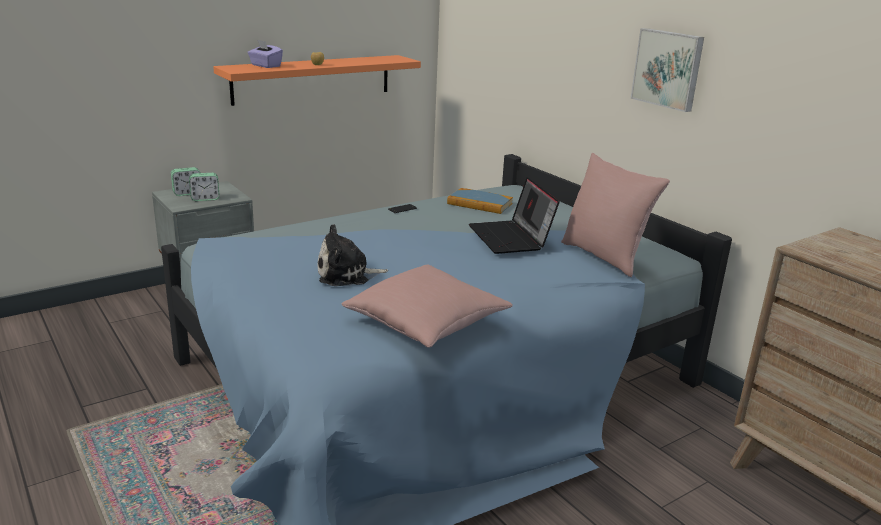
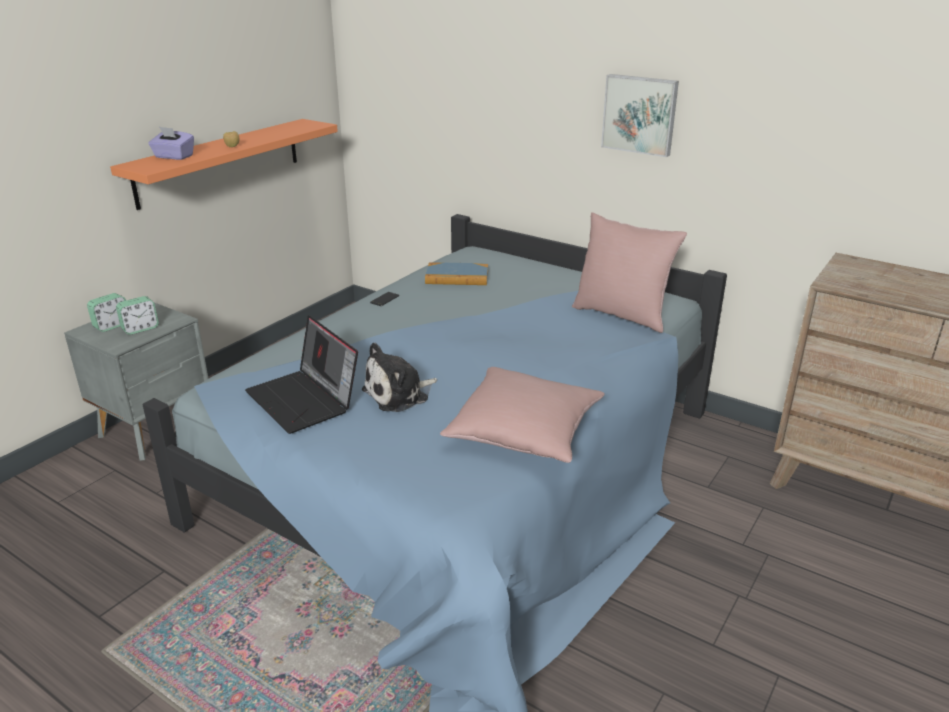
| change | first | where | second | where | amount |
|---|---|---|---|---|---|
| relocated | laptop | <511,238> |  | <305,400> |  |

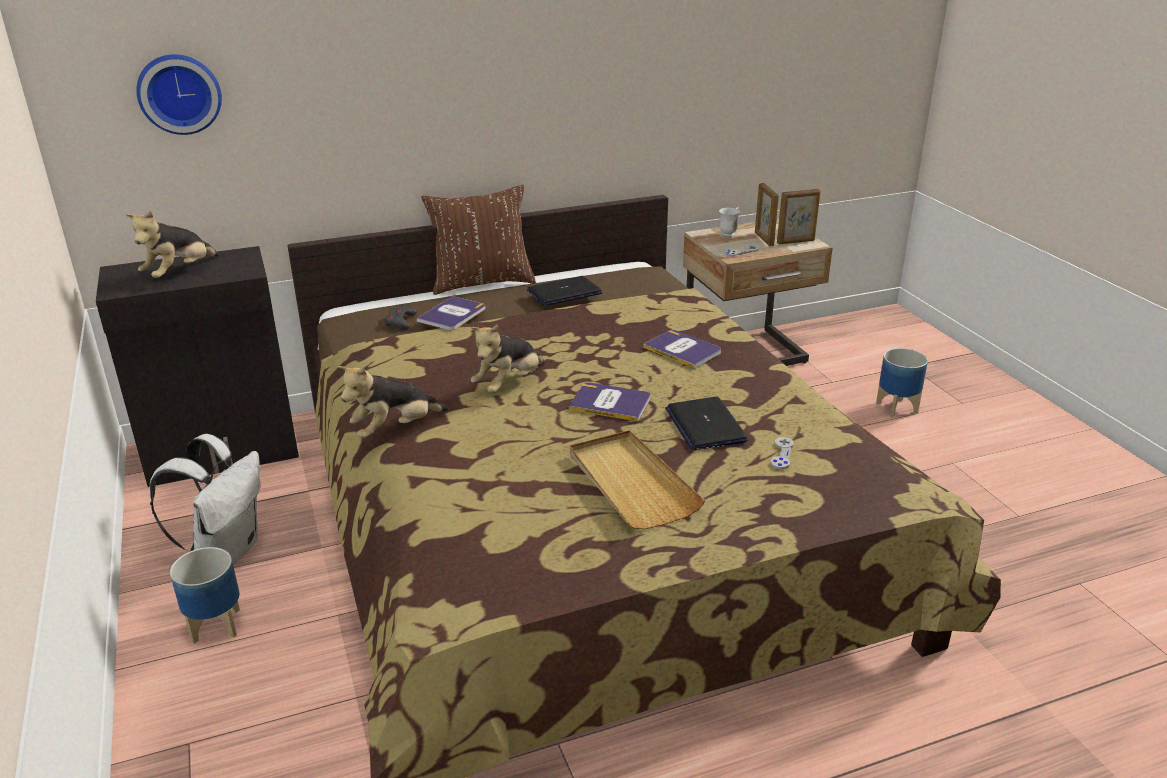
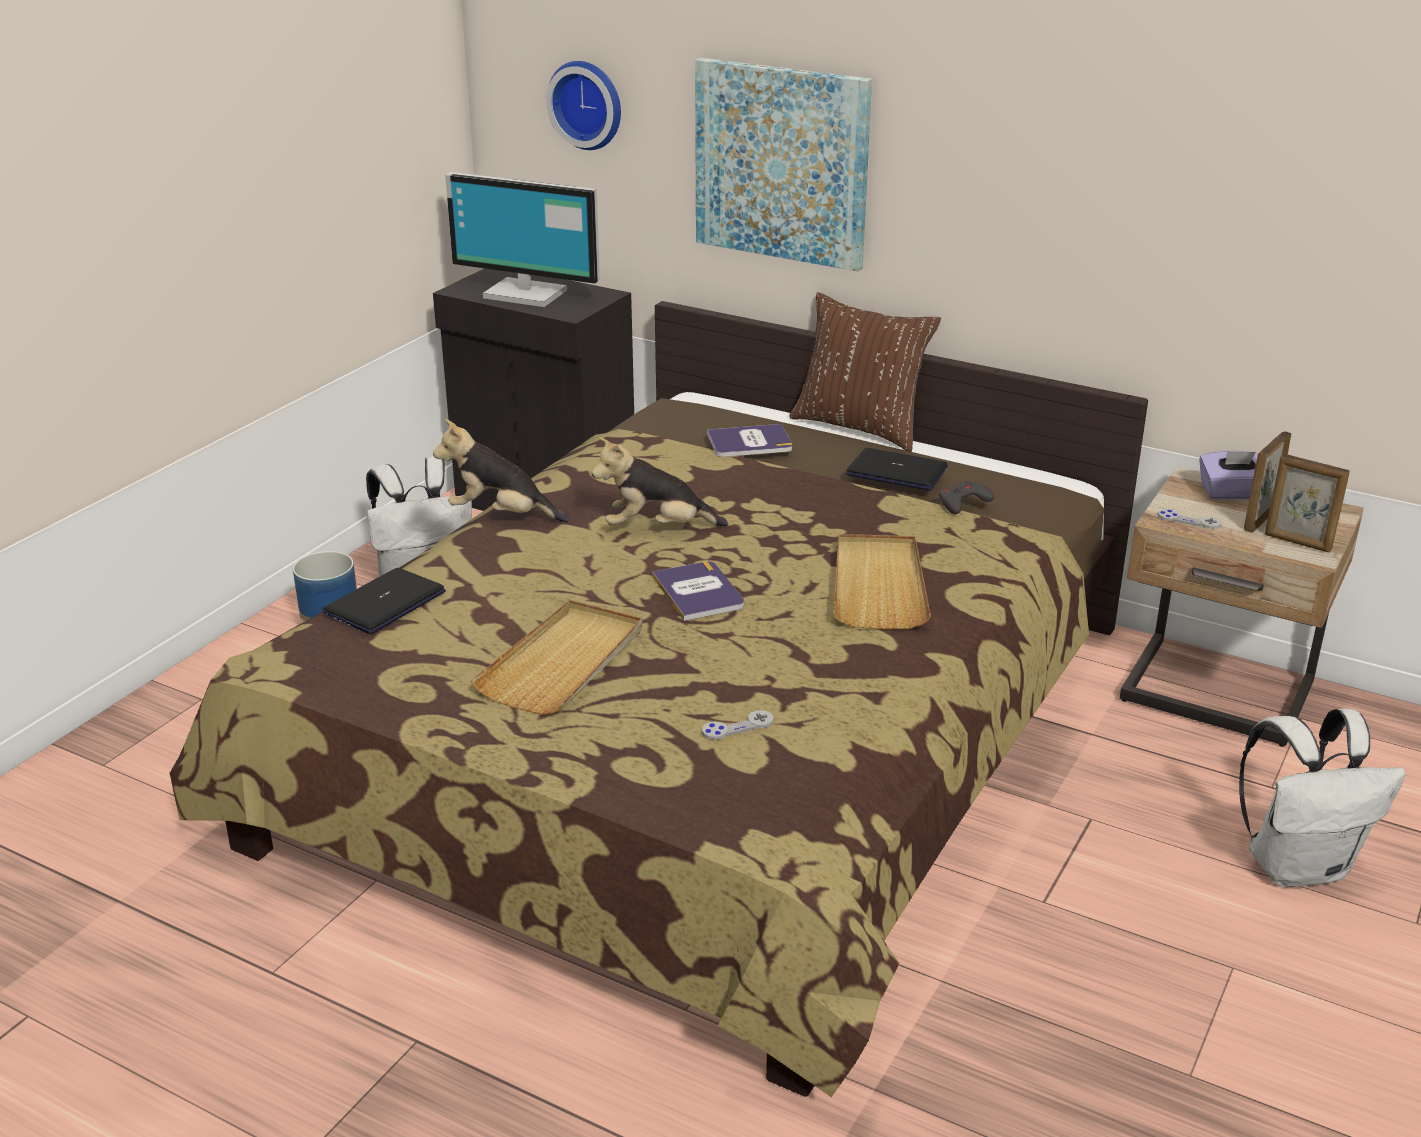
| change | first | where | second | where | amount |
|---|---|---|---|---|---|
| exchanged | white-coloured mug | <730,233> | purplish tissue box | <1231,493> |  |
| exchanged | soft toy | <179,273> | monitor | <527,293> |  |
| relocated | gray game controller | <400,321> |  | <963,502> |  |
| exchanged | volume | <683,350> | beige-coloured serving tray | <878,586> |  |
| exchanged | plant pot | <896,407> | white-coloured backpack | <1299,866> |  |
| relocated | laptop | <705,425> |  | <384,603> |  |
| appeared |  |  | picture | <782,163> |  |

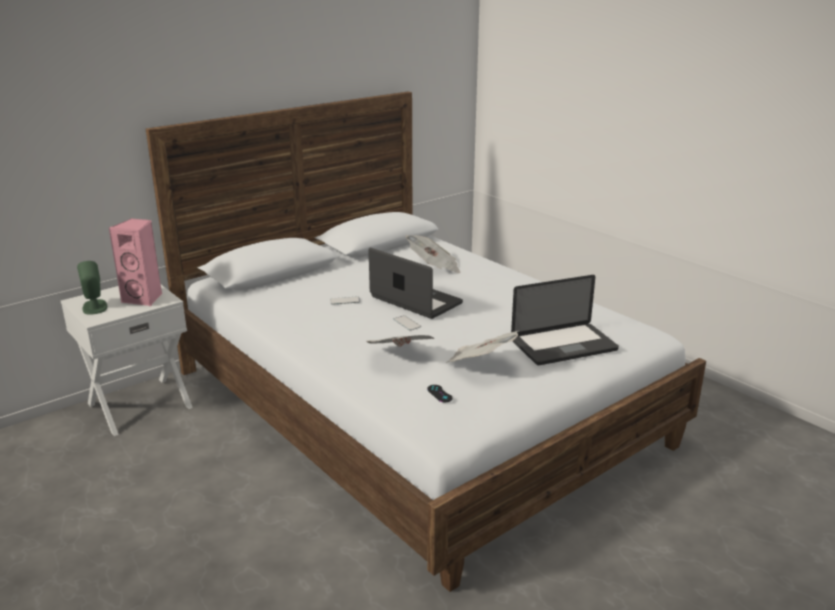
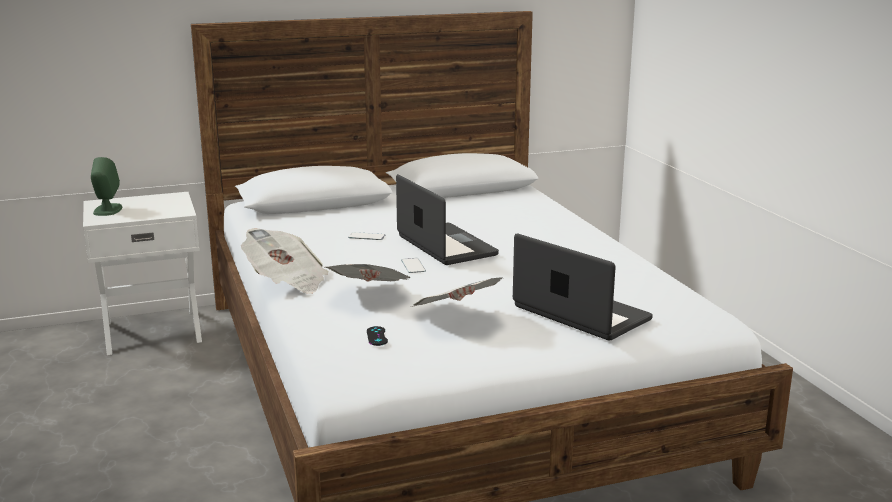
| change | first | where | second | where | amount |
|---|---|---|---|---|---|
| missing | pinkish loudspeaker | <144,298> |  |  |  |
| relocated | daily paper | <434,268> |  | <287,281> |  |
| spun | laptop | <564,346> |  | <581,313> | 135 degrees counterclockwise |

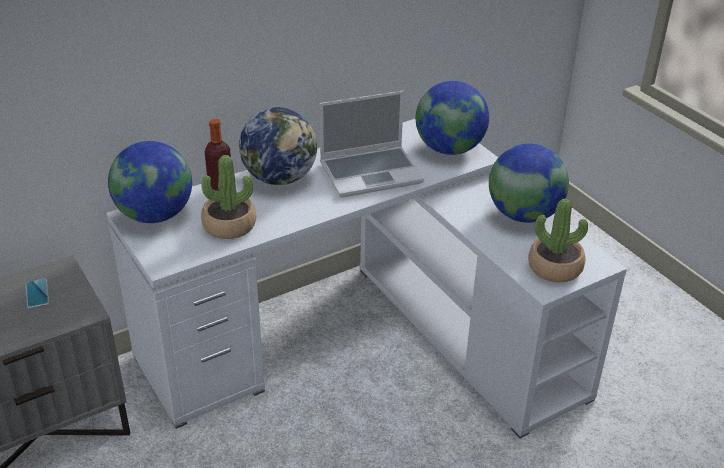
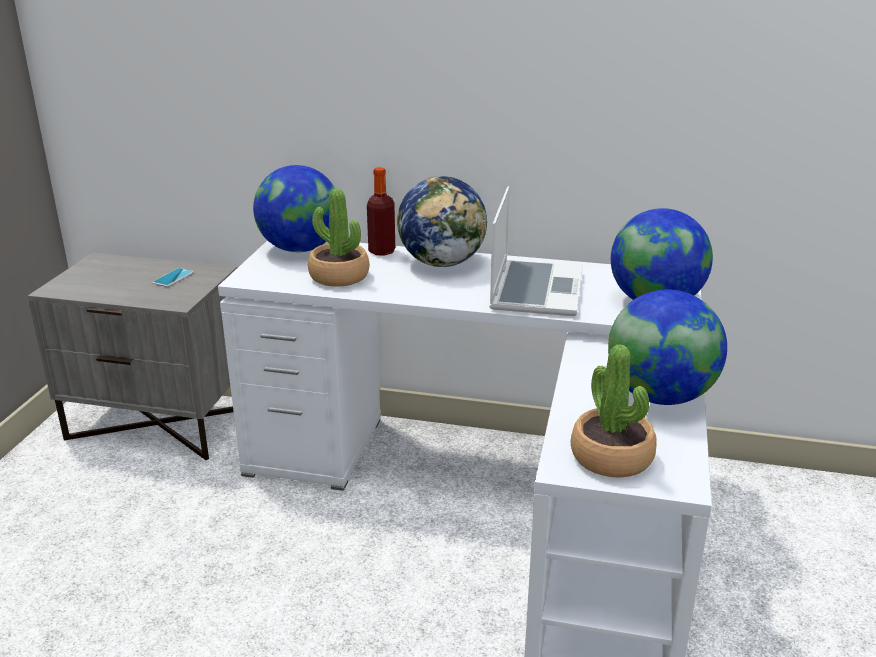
| change | first | where | second | where | amount |
|---|---|---|---|---|---|
| spun | laptop | <371,172> |  | <535,290> | 105 degrees counterclockwise |

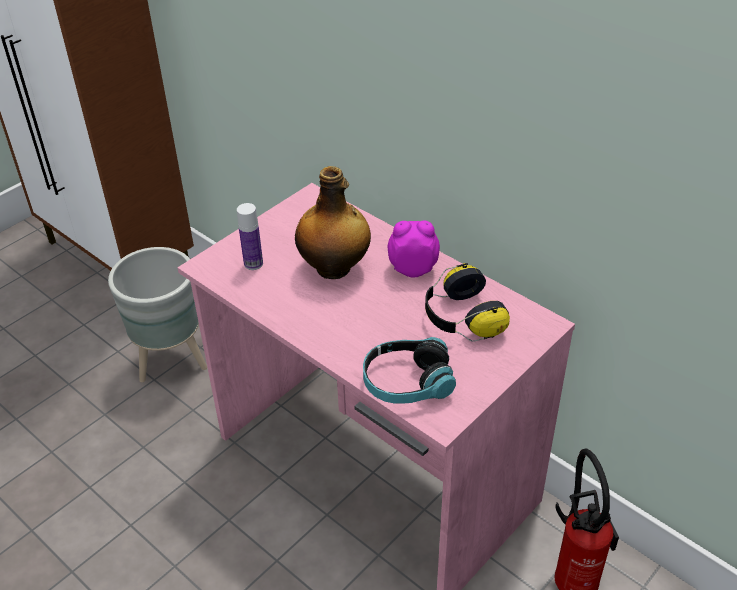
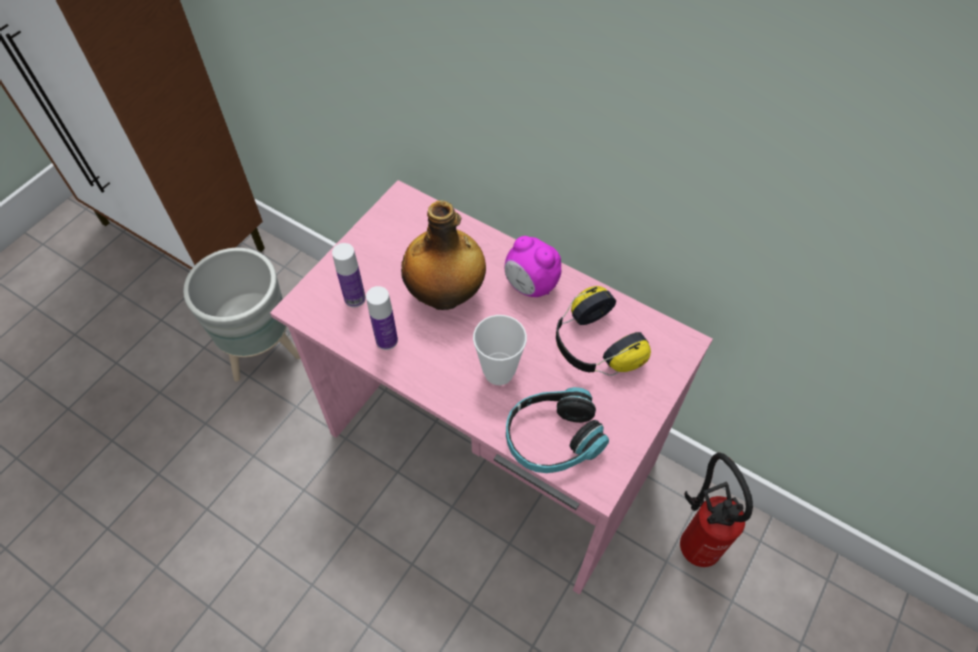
| change | first | where | second | where | amount |
|---|---|---|---|---|---|
| spun | alarm clock | <413,268> |  | <530,286> | 135 degrees counterclockwise |
| appeared |  |  | beverage bottle | <386,340> |  |
| appeared |  |  | small cup | <499,372> |  |

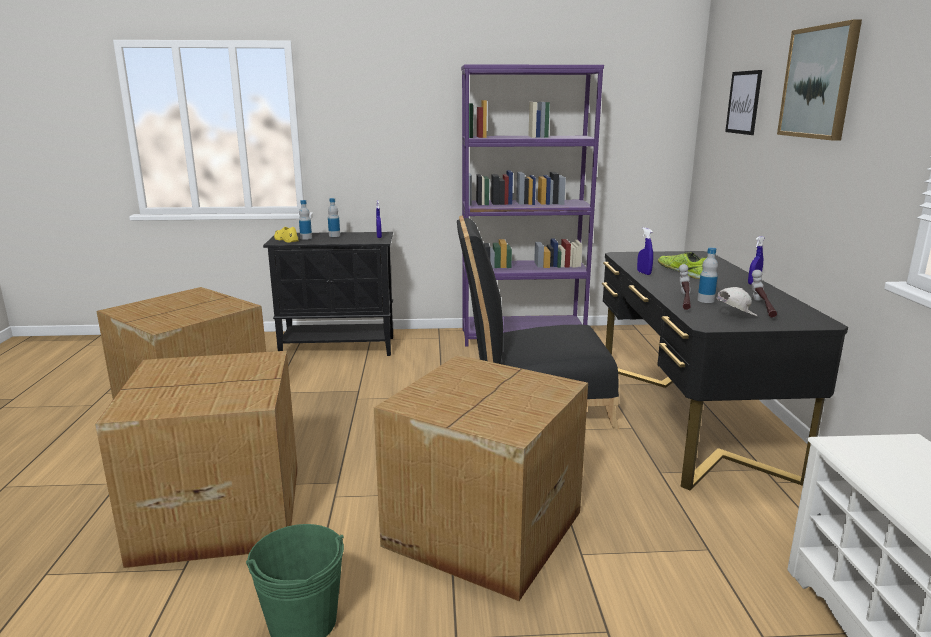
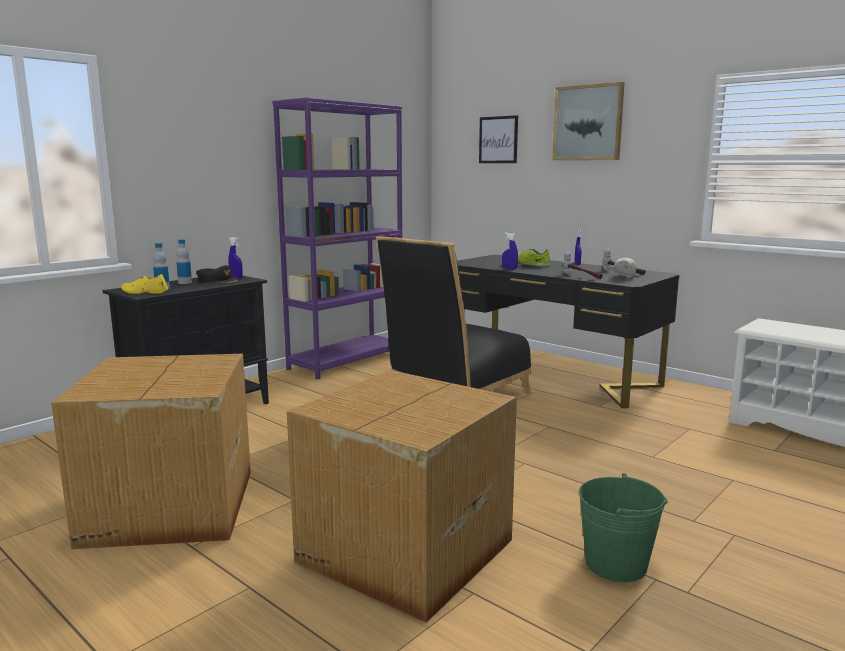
| change | first | where | second | where | amount |
|---|---|---|---|---|---|
| missing | beverage bottle | <705,300> |  |  |  |
| missing | carton | <480,529> |  |  |  |
| appeared |  |  | black-coloured cap | <217,281> |  |

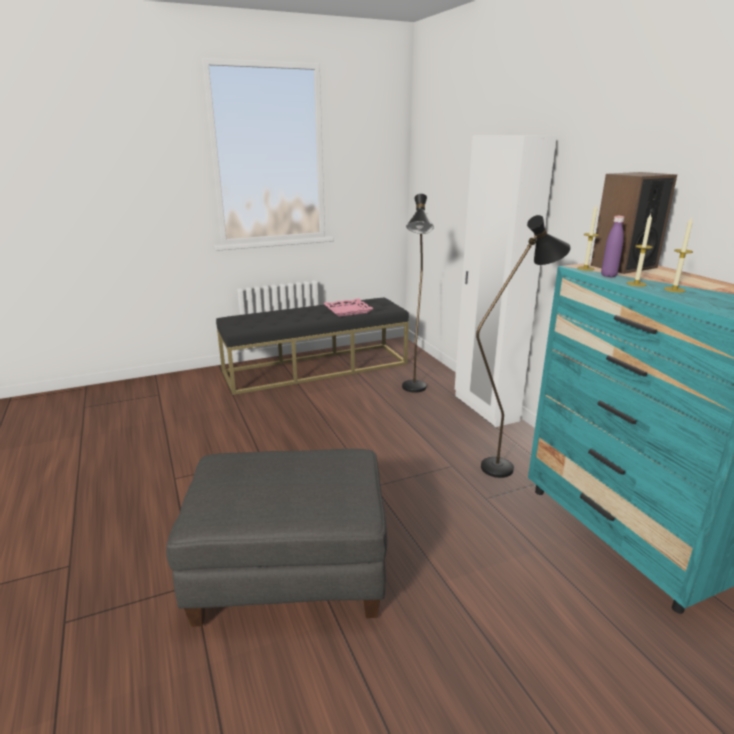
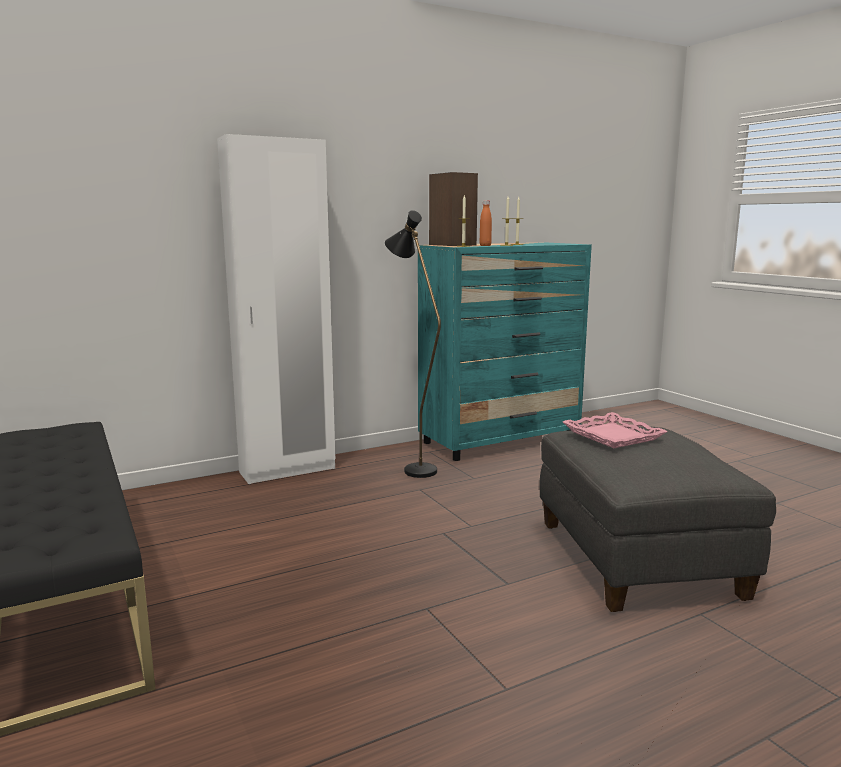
| change | first | where | second | where | amount |
|---|---|---|---|---|---|
| missing | black-coloured standard lamp | <414,391> |  |  |  |
| colour | purplish beverage bottle | <608,275> | orange beverage bottle | <485,245> |  |
| relocated | pinkish serving tray | <348,310> |  | <612,436> |  |

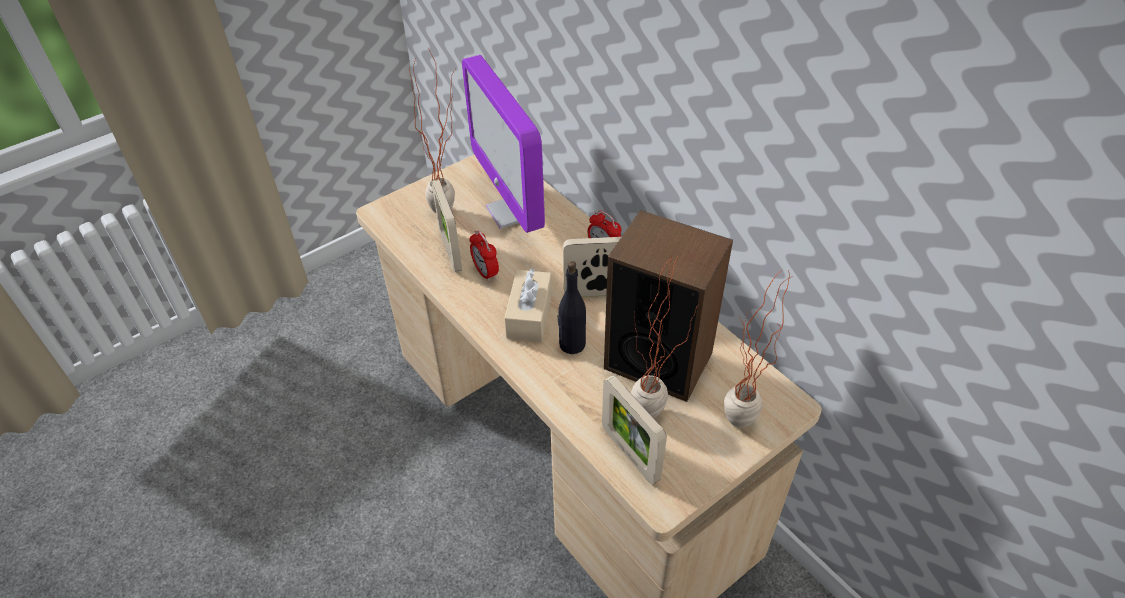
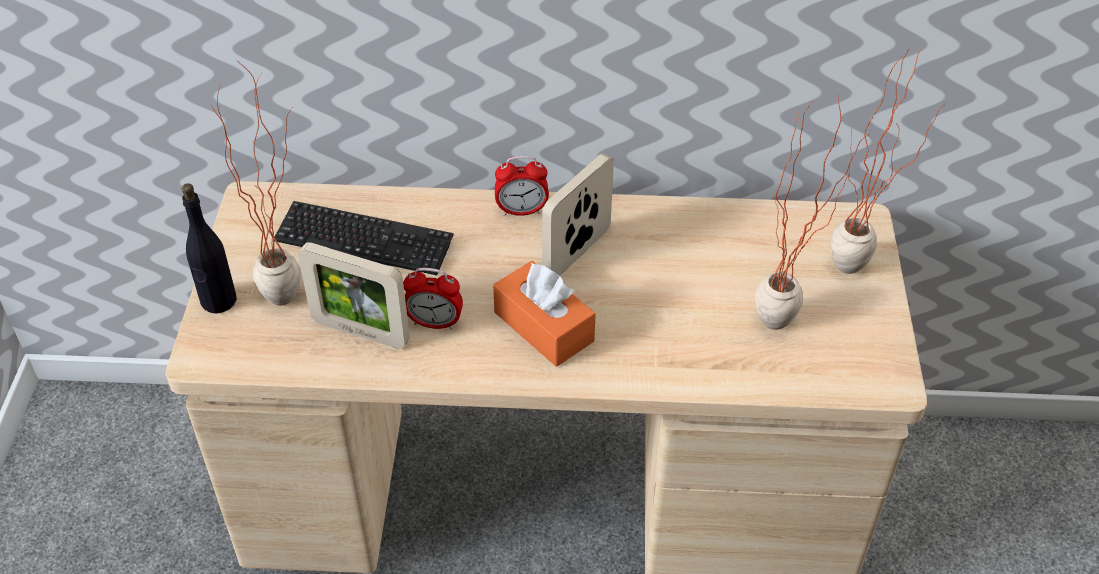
| change | first | where | second | where | amount |
|---|---|---|---|---|---|
| exchanged | monitor | <512,211> | computer keyboard | <364,241> |  |
| missing | loudspeaker | <658,360> |  |  |  |
| relocated | black-coloured beverage bottle | <571,344> |  | <218,301> |  |
| colour | beige-coloured tissue box | <529,315> | orange tissue box | <543,326> |  |
| missing | standing frame | <630,454> |  |  |  |

